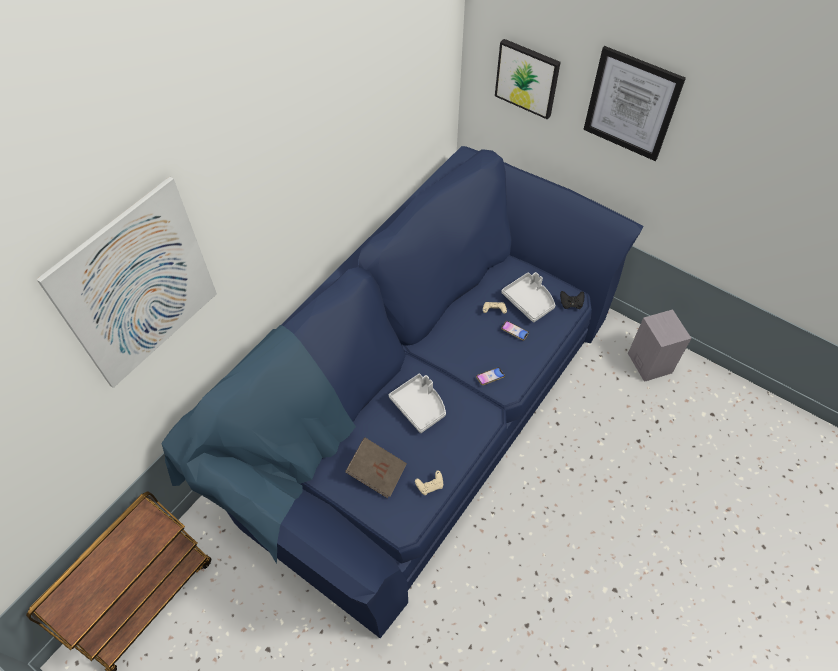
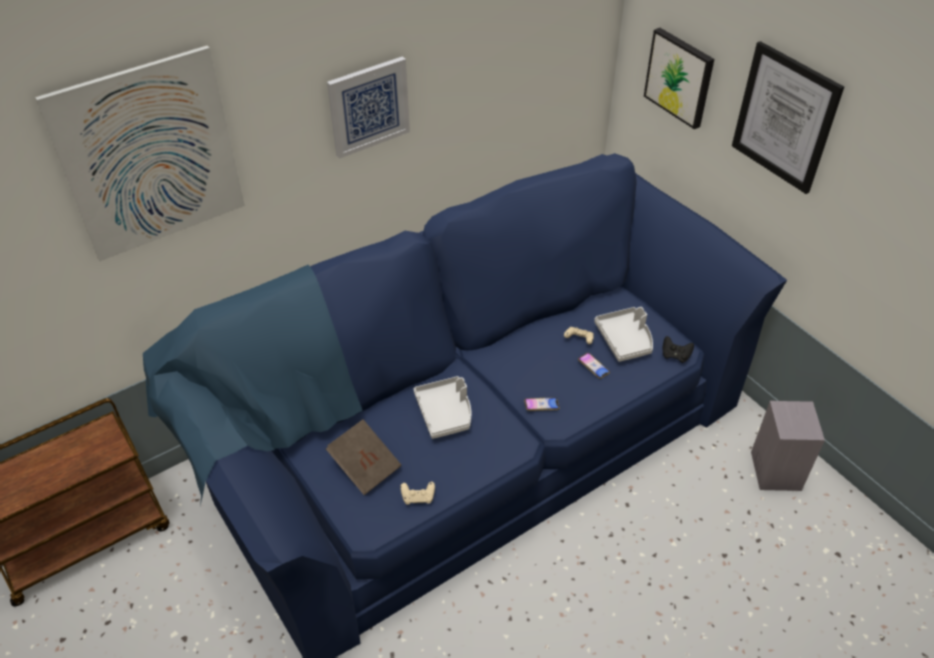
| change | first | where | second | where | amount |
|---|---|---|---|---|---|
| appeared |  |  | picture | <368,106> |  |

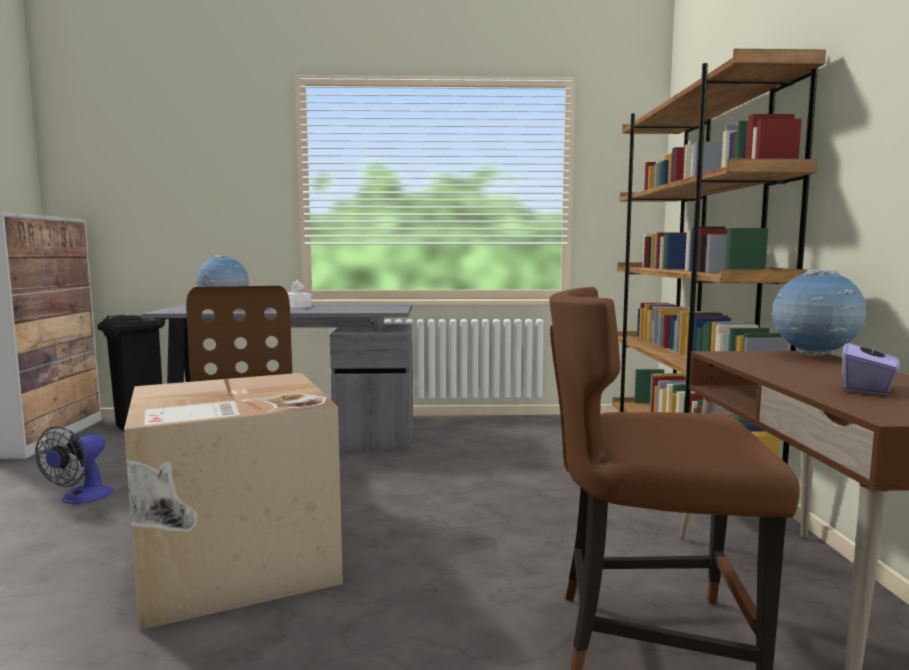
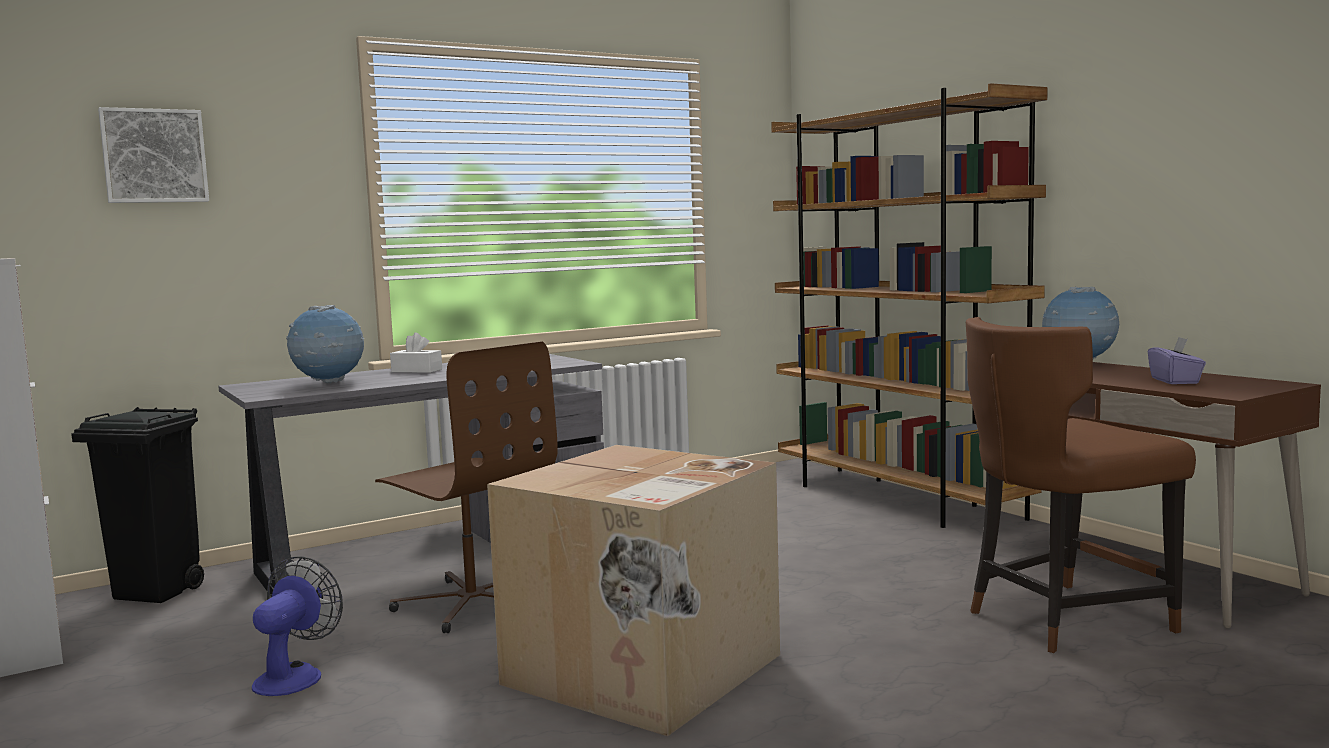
| change | first | where | second | where | amount |
|---|---|---|---|---|---|
| spun | electric fan | <80,498> |  | <294,676> | 150 degrees counterclockwise |
| appeared |  |  | picture | <154,156> |  |

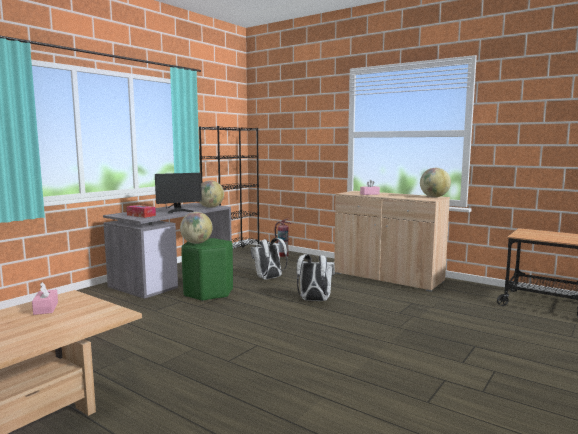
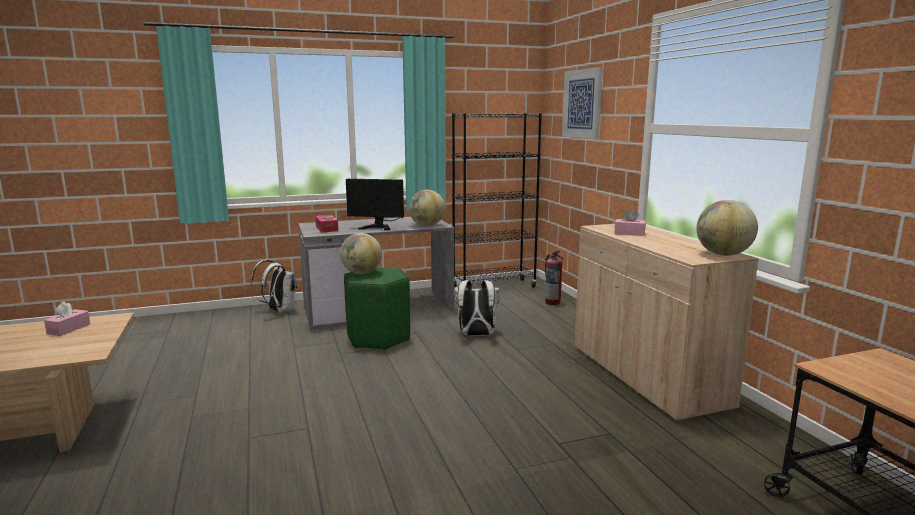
| change | first | where | second | where | amount |
|---|---|---|---|---|---|
| relocated | white-coloured backpack | <314,300> |  | <279,311> |  |
| appeared |  |  | picture | <582,103> |  |

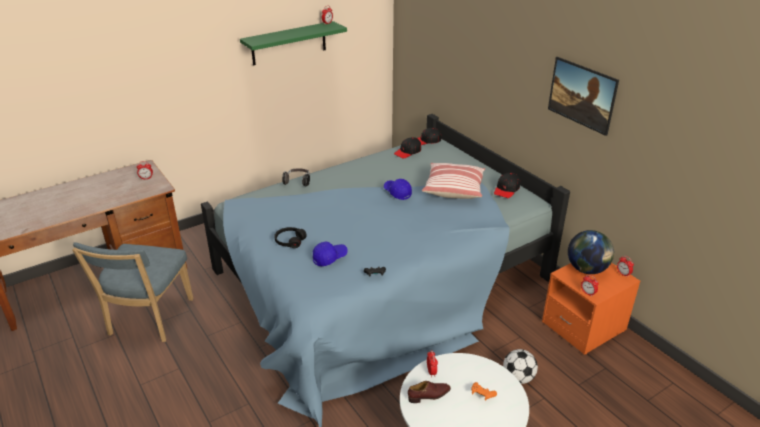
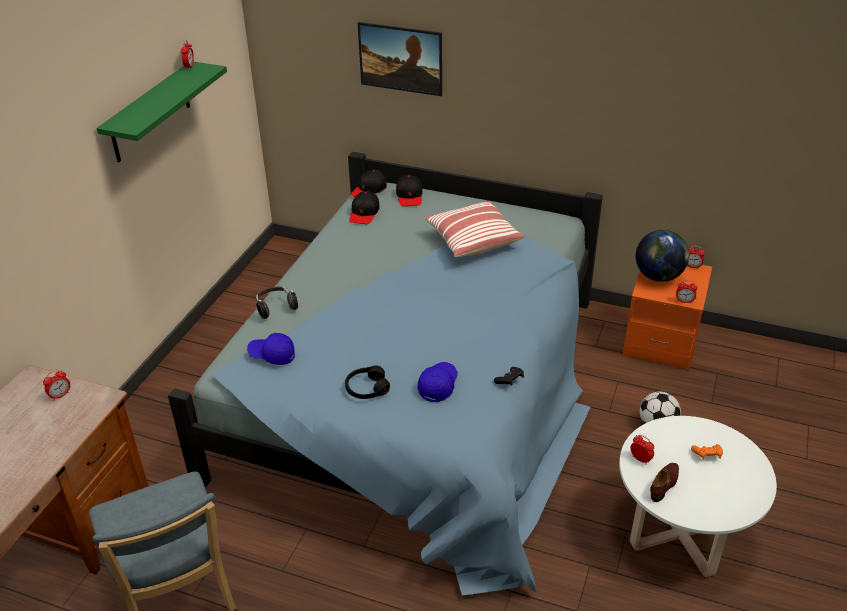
| change | first | where | second | where | amount |
|---|---|---|---|---|---|
| relocated | picture | <579,108> |  | <401,74> |  |
| relocated | black-coloured cap | <506,189> |  | <409,196> |  |
| relocated | blue-coloured cap | <397,193> |  | <272,355> |  |

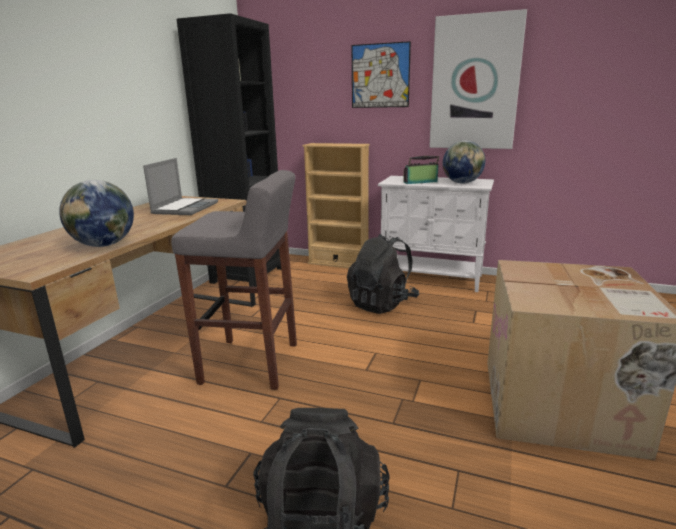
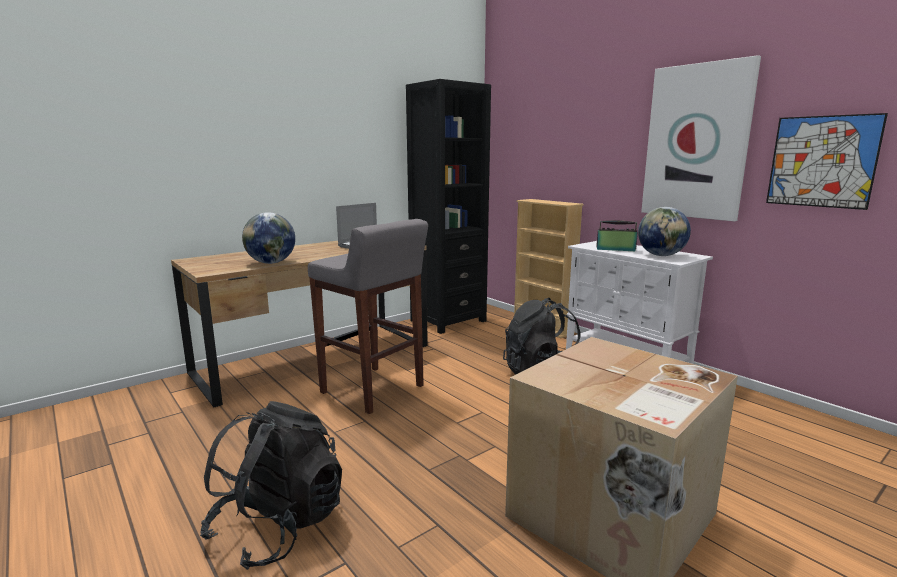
| change | first | where | second | where | amount |
|---|---|---|---|---|---|
| relocated | picture | <380,76> |  | <822,161> |  |

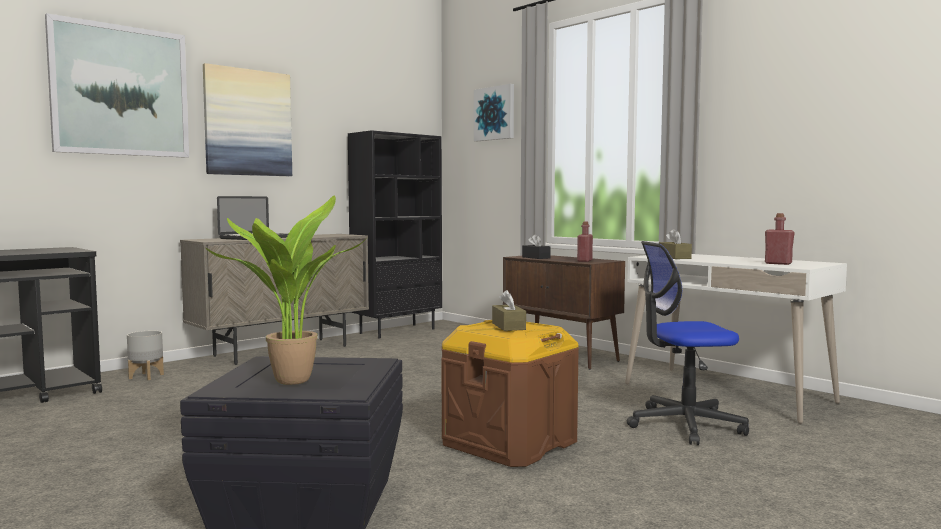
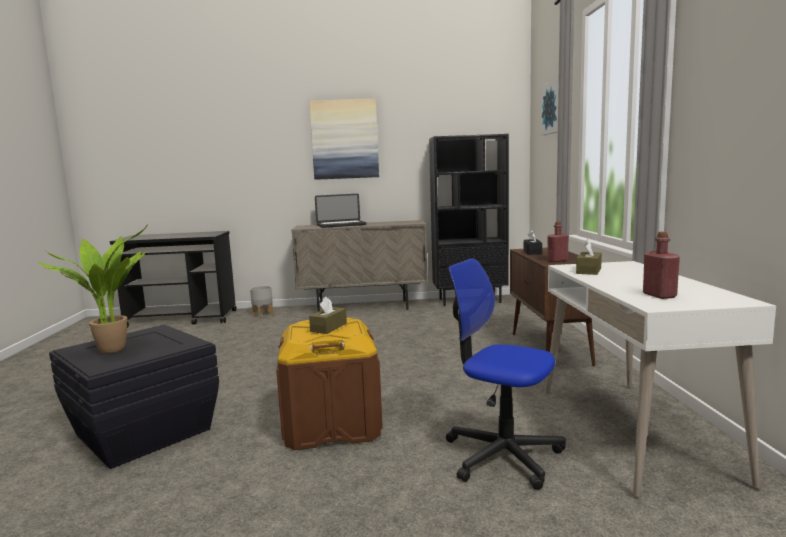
| change | first | where | second | where | amount |
|---|---|---|---|---|---|
| missing | picture | <120,91> |  |  |  |

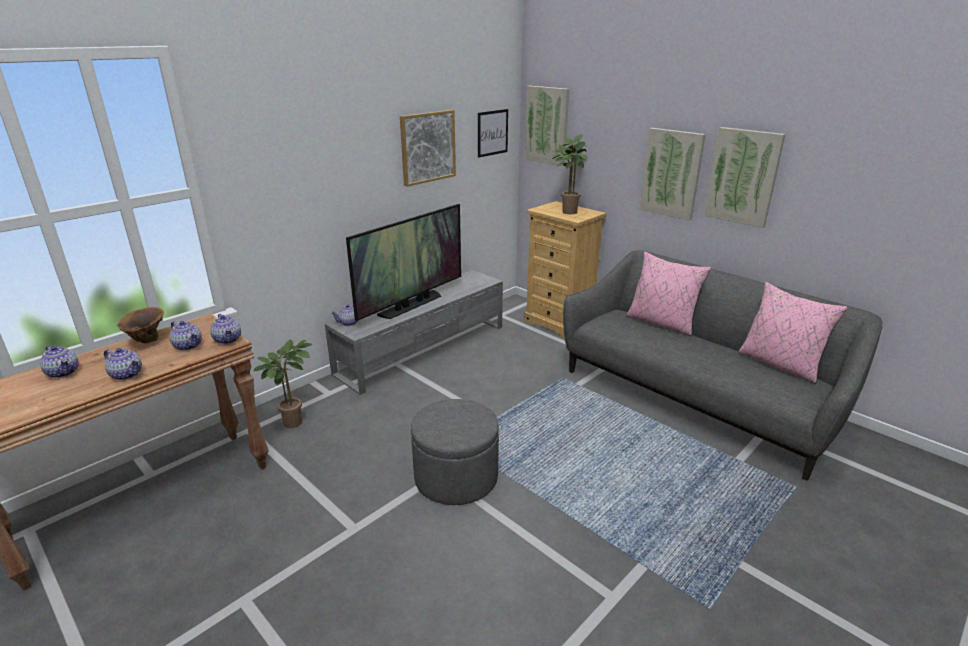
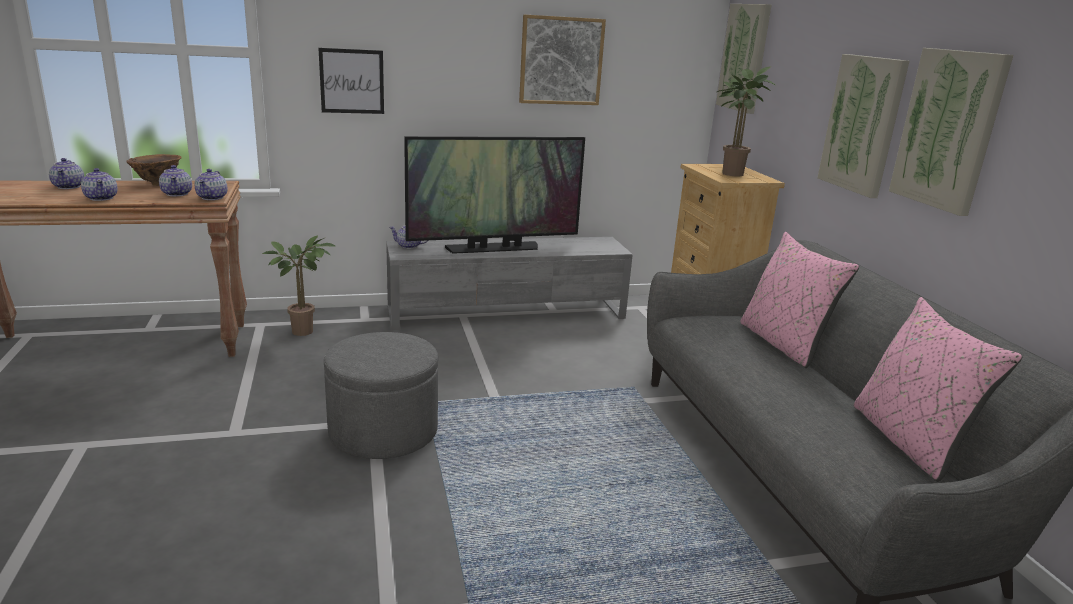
| change | first | where | second | where | amount |
|---|---|---|---|---|---|
| relocated | picture | <492,133> |  | <352,81> |  |

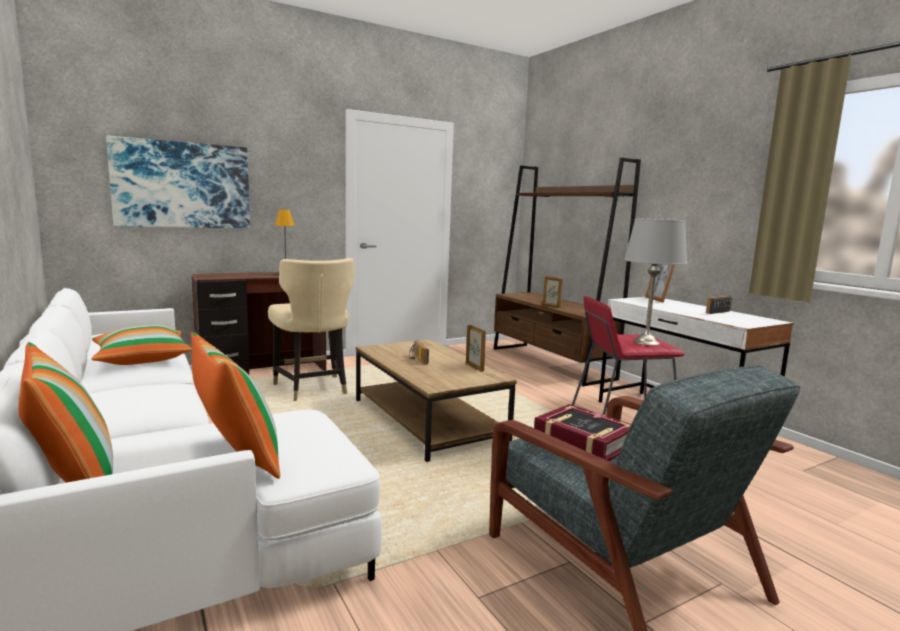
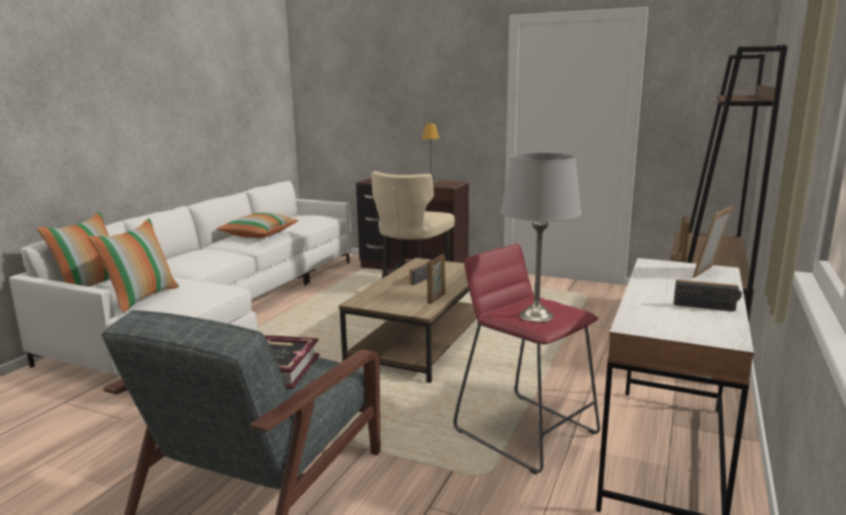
| change | first | where | second | where | amount |
|---|---|---|---|---|---|
| missing | picture | <182,185> |  |  |  |

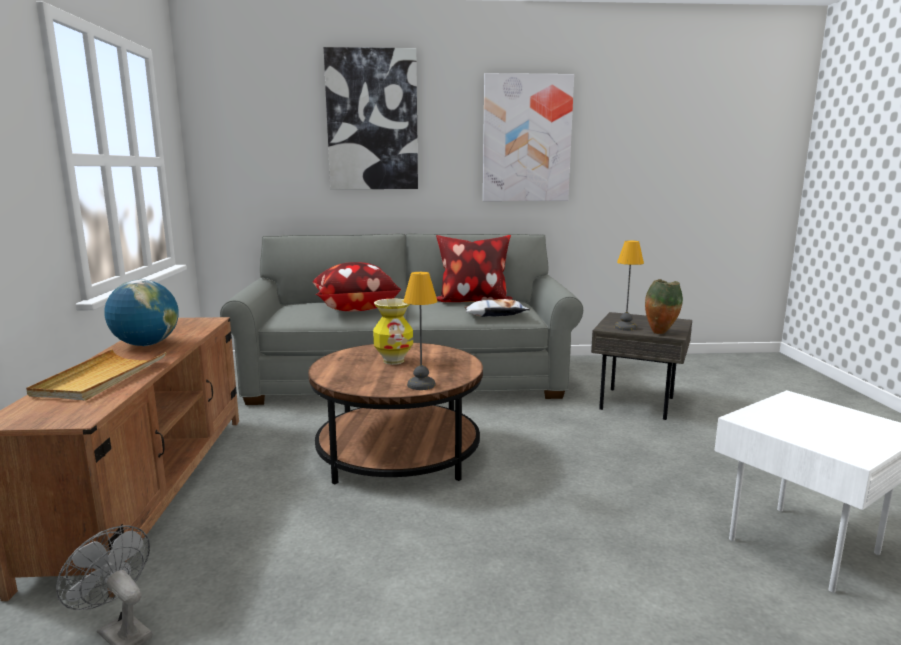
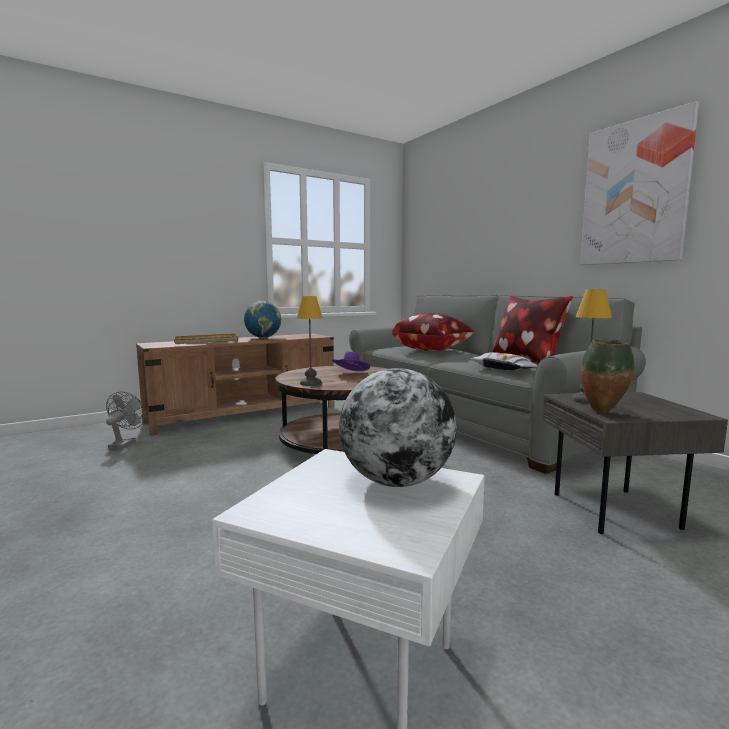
| change | first | where | second | where | amount |
|---|---|---|---|---|---|
| missing | picture | <372,120> |  |  |  |
| exchanged | vase | <393,361> | purplish hat | <351,374> |  |
| appeared |  |  | world globe | <396,482> |  |

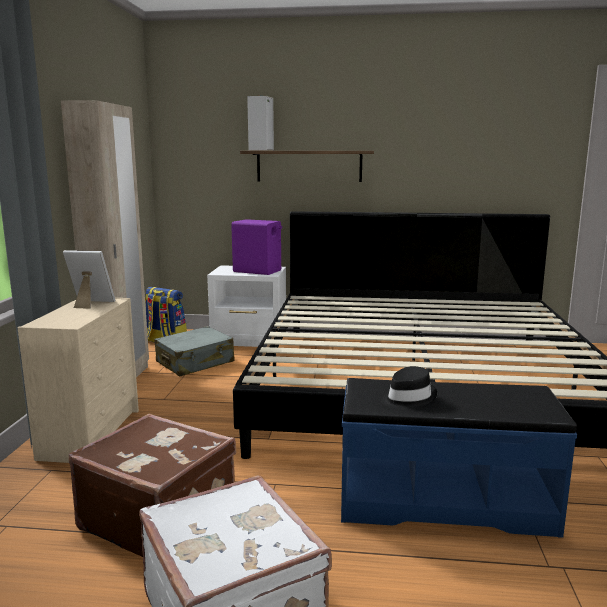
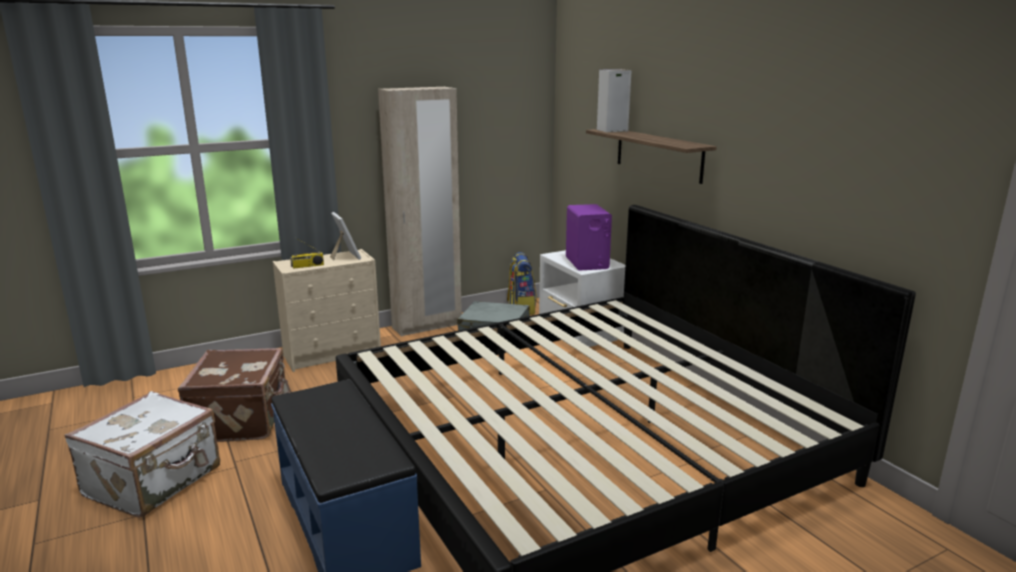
| change | first | where | second | where | amount |
|---|---|---|---|---|---|
| missing | black-coloured hat | <407,399> |  |  |  |
| appeared |  |  | radio | <307,266> |  |

